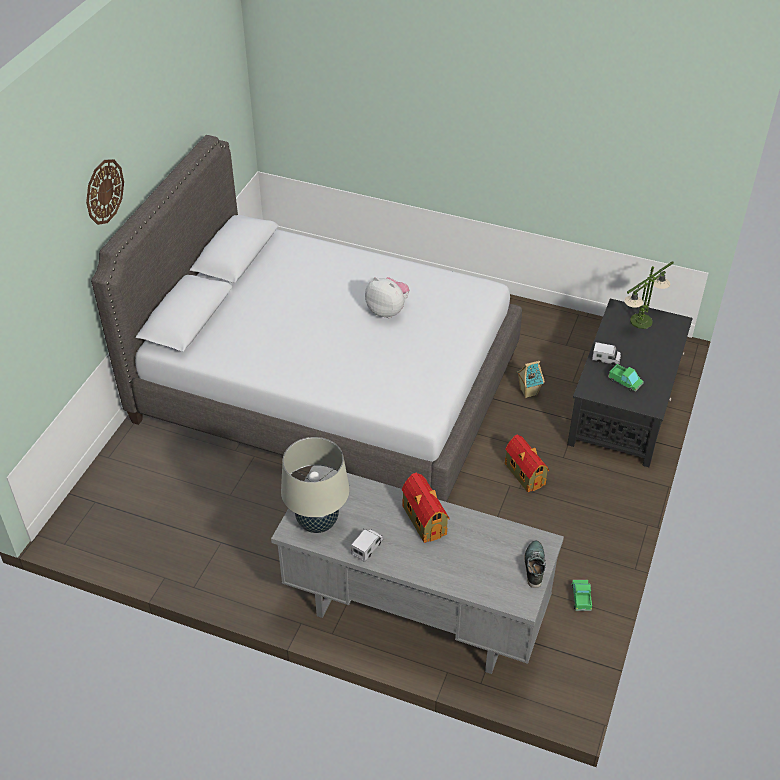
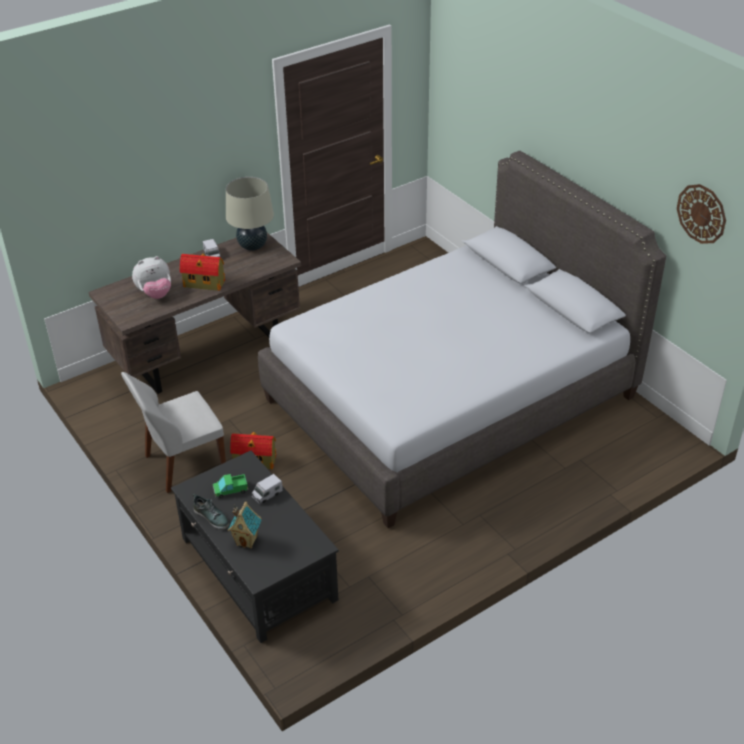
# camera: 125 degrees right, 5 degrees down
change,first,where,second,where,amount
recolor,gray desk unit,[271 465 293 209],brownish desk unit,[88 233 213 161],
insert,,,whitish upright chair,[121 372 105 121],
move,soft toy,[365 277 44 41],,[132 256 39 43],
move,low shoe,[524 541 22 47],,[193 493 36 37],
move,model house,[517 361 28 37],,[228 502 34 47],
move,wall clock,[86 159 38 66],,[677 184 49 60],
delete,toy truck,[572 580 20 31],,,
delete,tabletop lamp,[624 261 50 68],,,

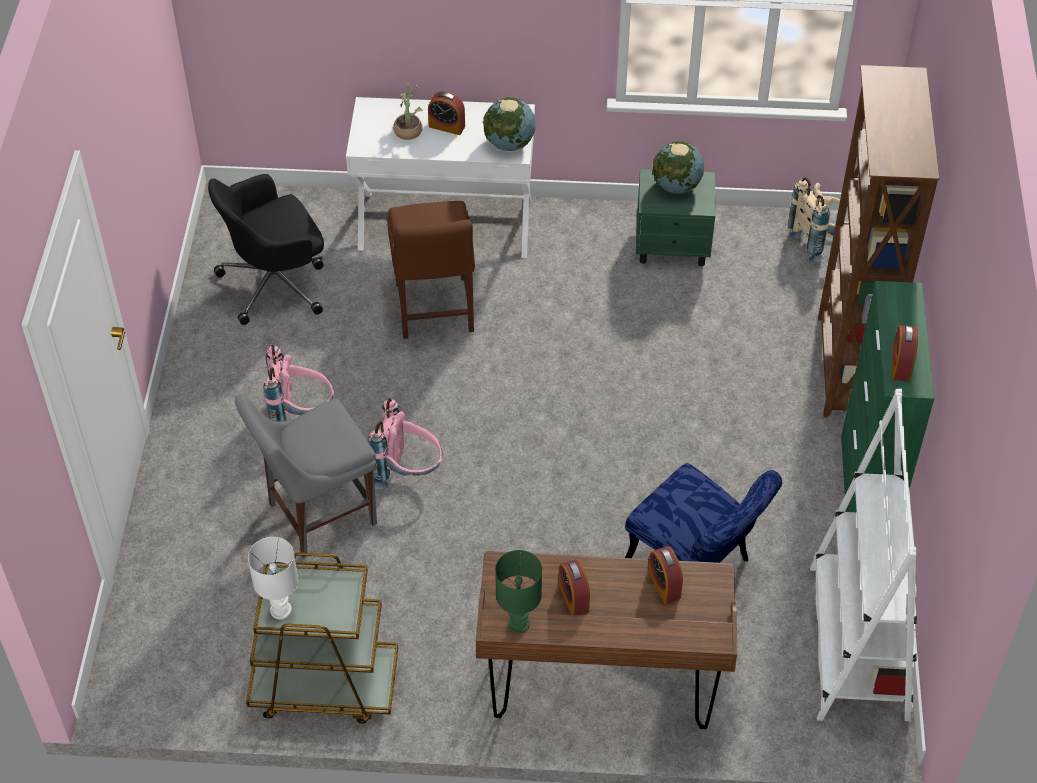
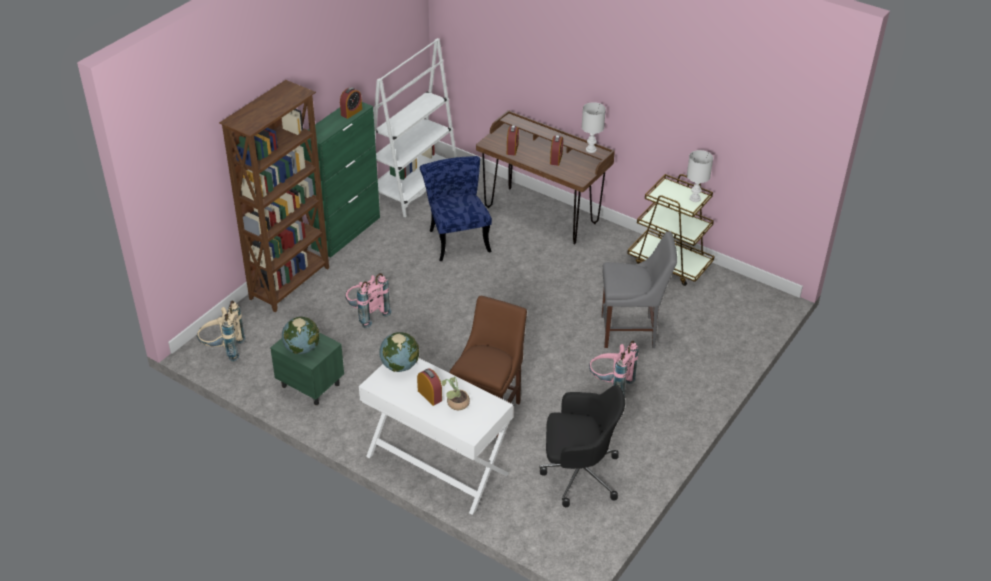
# camera: 150 degrees left, 10 degrees down
change,first,where,second,where,amount
move,pinkish knapsack,[368 398 75 91],,[345 273 47 55],
recolor,green-coloured tabletop lamp,[495 550 47 83],whitish tabletop lamp,[582 102 24 51],

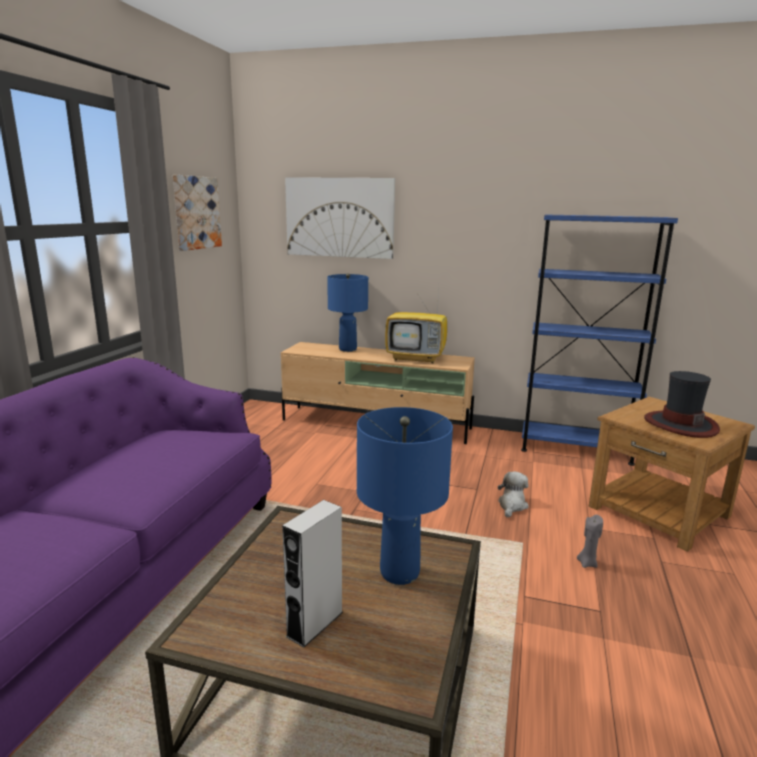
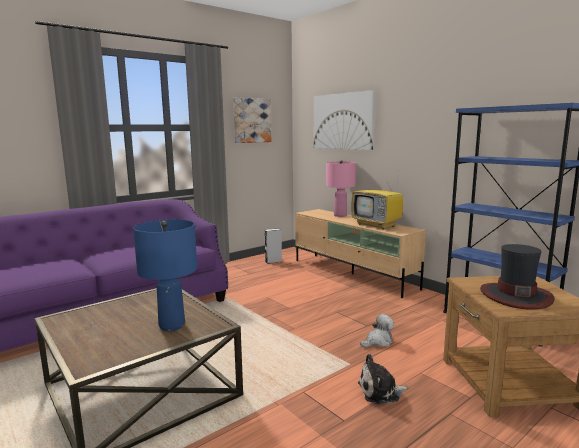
# camera: 35 degrees right, 5 degrees down
change,first,where,second,where,amount
move,gray speaker,[282 500 61 148],,[265 228 17 36],
recolor,blue-coloured tabletop lamp,[327 273 41 79],pinkish tabletop lamp,[326 160 30 57],
replace,gray candle,[577 515 26 53],soft toy,[358 354 51 50],

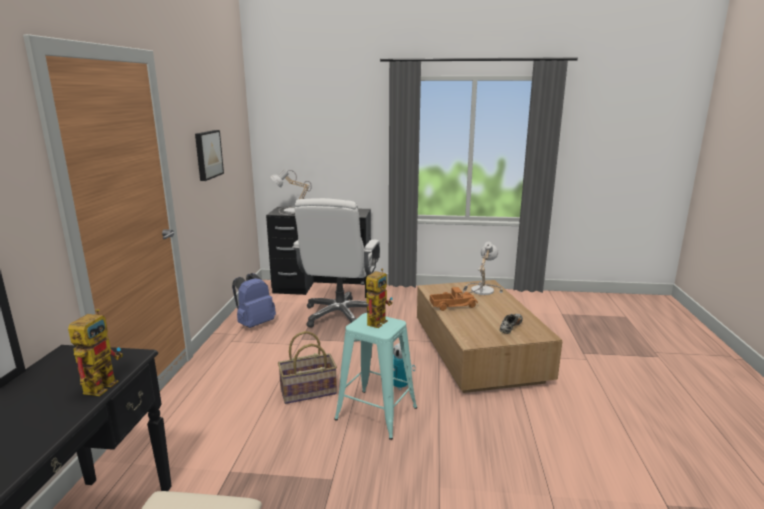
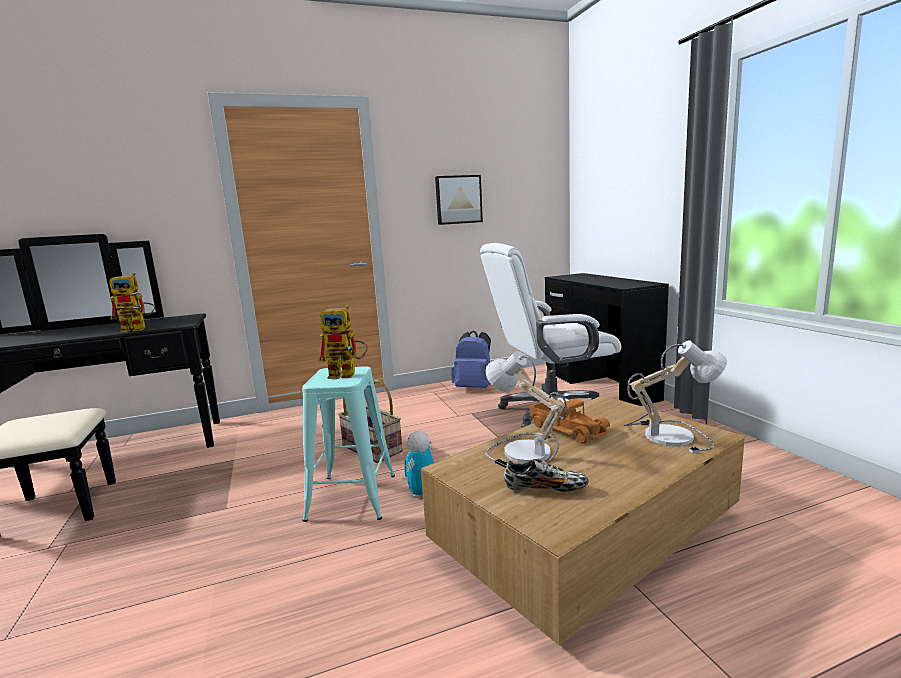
# camera: 65 degrees right, 5 degrees down
change,first,where,second,where,amount
move,tabletop lamp,[270 169 42 46],,[485 351 82 117],

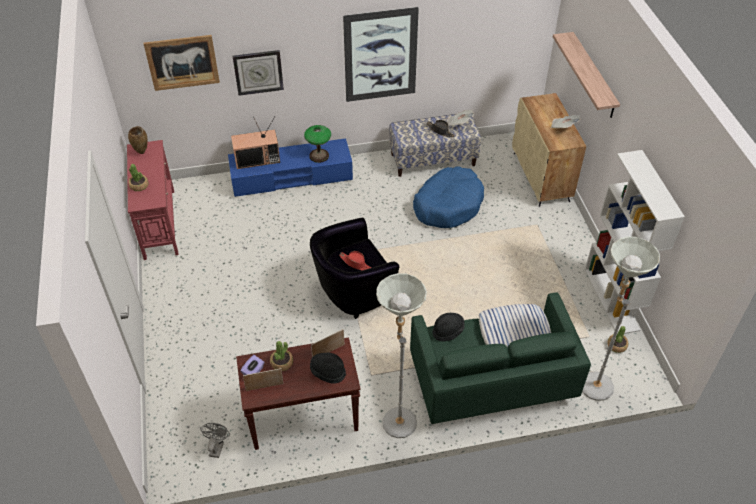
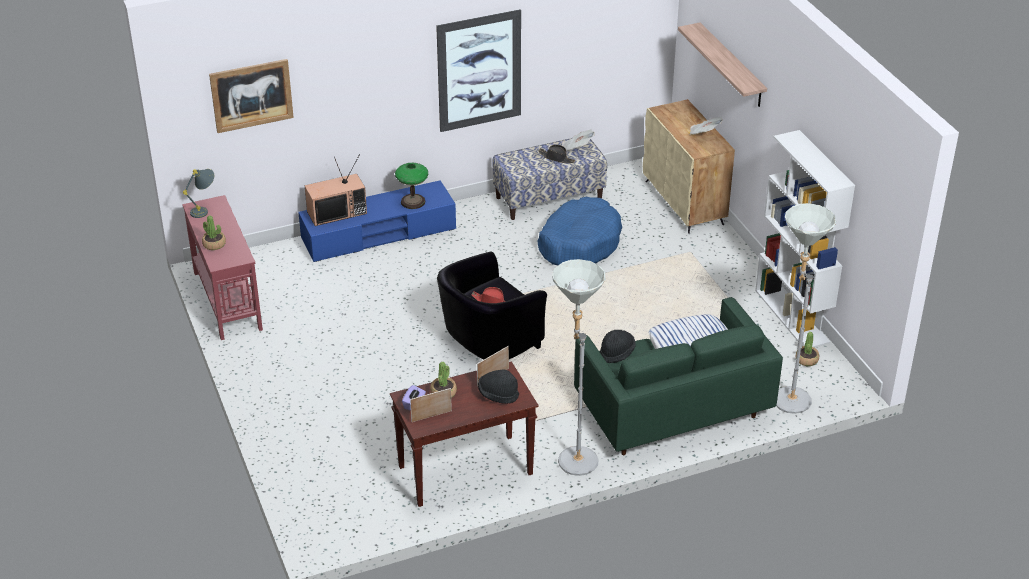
# camera: 10 degrees left, 10 degrees down
change,first,where,second,where,amount
replace,brownish flower vase,[128 126 20 28],gray tabletop lamp,[183 169 31 49],
delete,gray electric fan,[200 423 30 35],,,
delete,wall clock,[233 50 51 46],,,

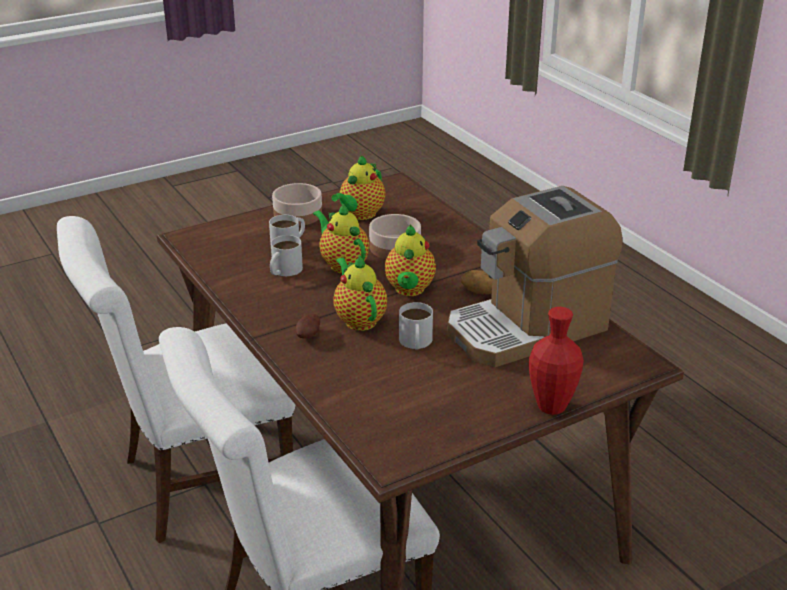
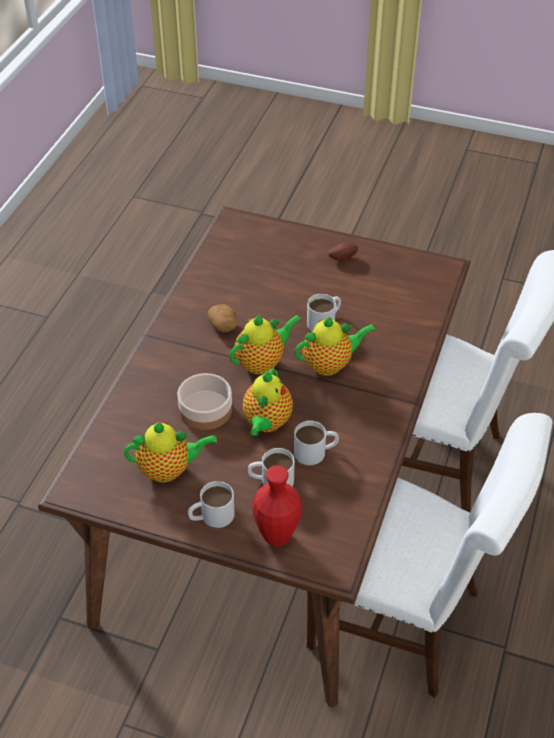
# camera: 130 degrees left, 15 degrees up
change,first,where,second,where,amount
replace,bowl,[272 183 50 43],whitish tea mug,[188 481 47 47],
move,red-coloured flower vase,[529 307 55 108],,[253 465 49 81],
rotate,tea pot,[333 255 54 76],,[295 316 81 60],135 degrees counterclockwise
move,potato,[296 314 24 25],,[328 243 30 18],
delete,coffee machine,[447 186 176 181],,,

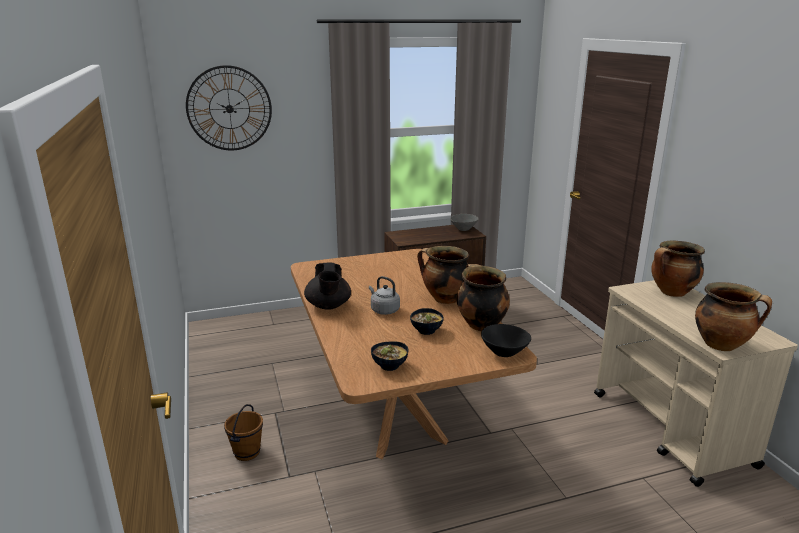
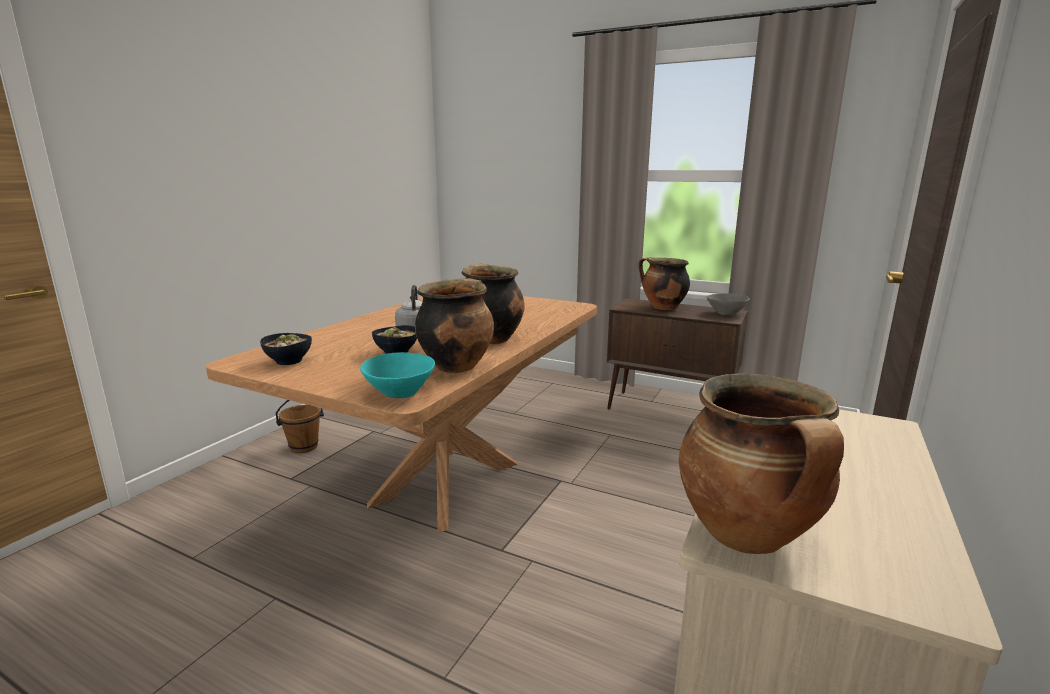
# camera: 45 degrees right, 5 degrees down
change,first,where,second,where,amount
recolor,black bowl,[481 324 50 33],blue-green bowl,[360 352 75 46],
move,saucepot,[651 241 54 56],,[638 257 52 53],
delete,wall clock,[186 65 86 85],,,
delete,black tea pot,[304 263 47 47],,,

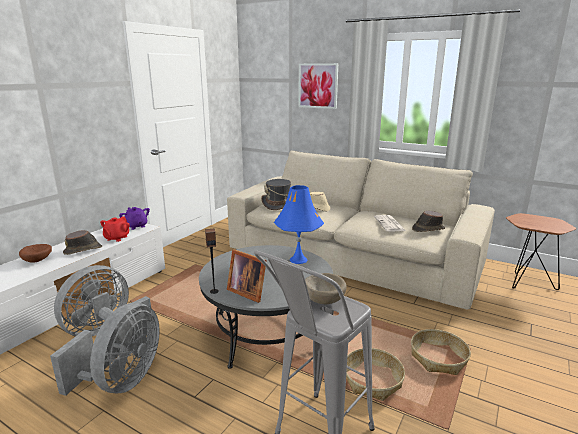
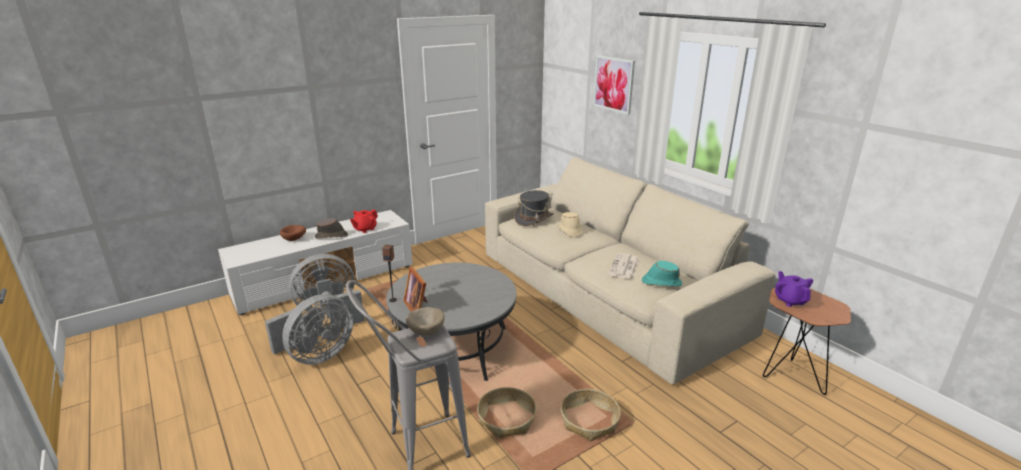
# camera: 25 degrees right, 5 degrees up
change,first,where,second,where,amount
recolor,brownish hat,[412 211 33 21],blue-green hat,[642 261 40 26],
move,purple-coloured tea pot,[119 207 31 23],,[775 271 38 36],
delete,blue-coloured tabletop lamp,[274 185 50 79],,,

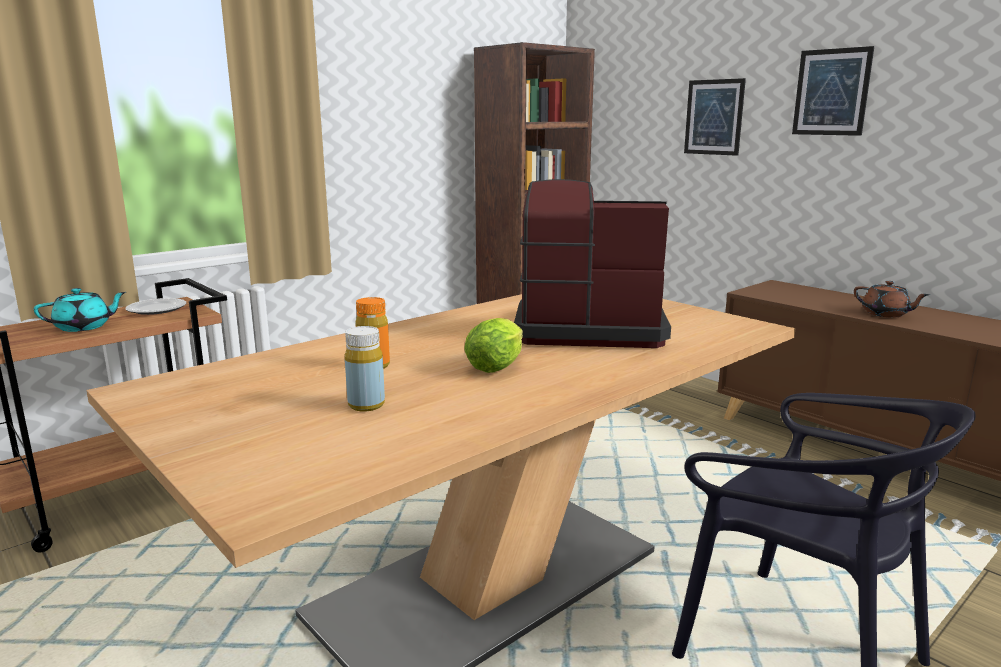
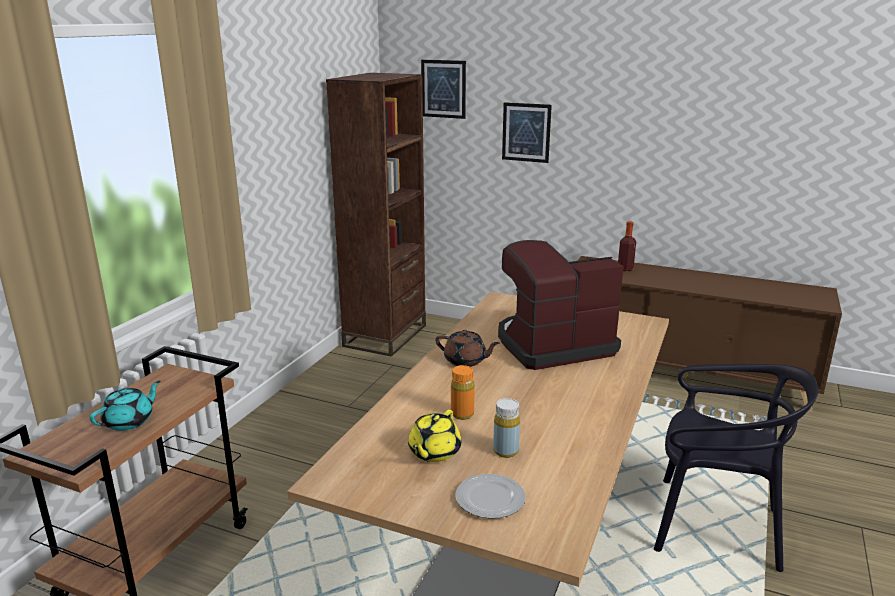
# camera: 25 degrees left, 5 degrees up
change,first,where,second,where,amount
insert,,,yellow tea pot,[408 410 53 52],
move,wall picture,[792 46 82 90],,[421 60 45 59],
move,brownish tea pot,[854 281 76 37],,[435 330 65 37],
move,dinner plate,[126 298 60 17],,[455 474 71 45],
insert,,,bottle,[618 221 18 50],
delete,lettuce head,[464 318 59 55],,,

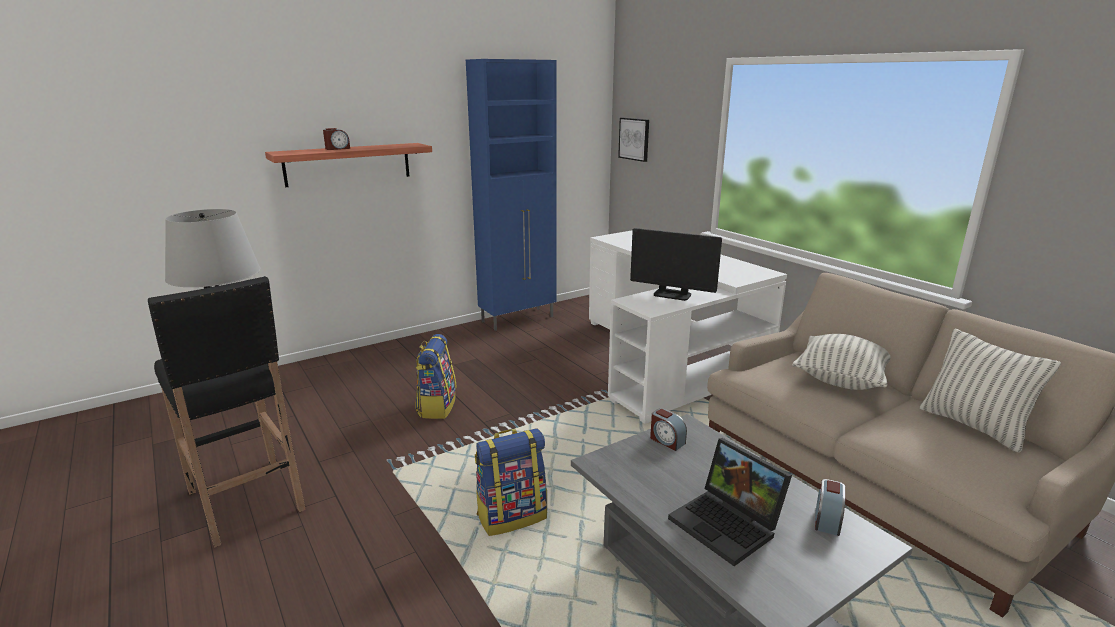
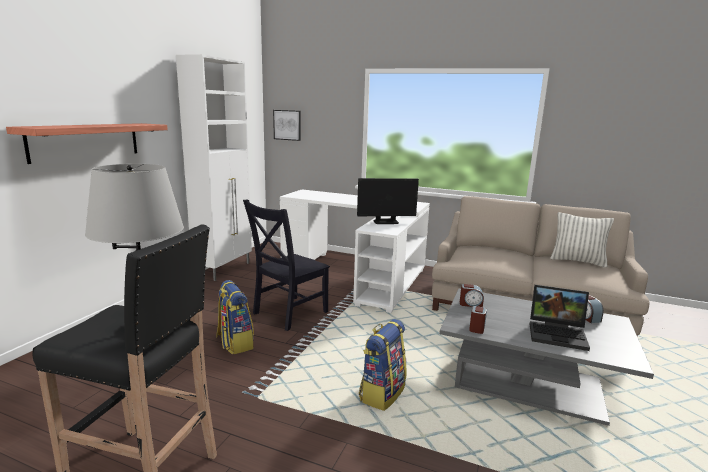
# camera: 35 degrees left, 5 degrees down
change,first,where,second,where,amount
recolor,blue-coloured cupboard,[466 59 91 272],whitish cupboard,[176 54 76 227],
insert,,,black upright chair,[243 199 87 132],
move,alarm clock,[323 128 27 22],,[469 306 18 28],
delete,cushion,[792 334 99 56],,,

